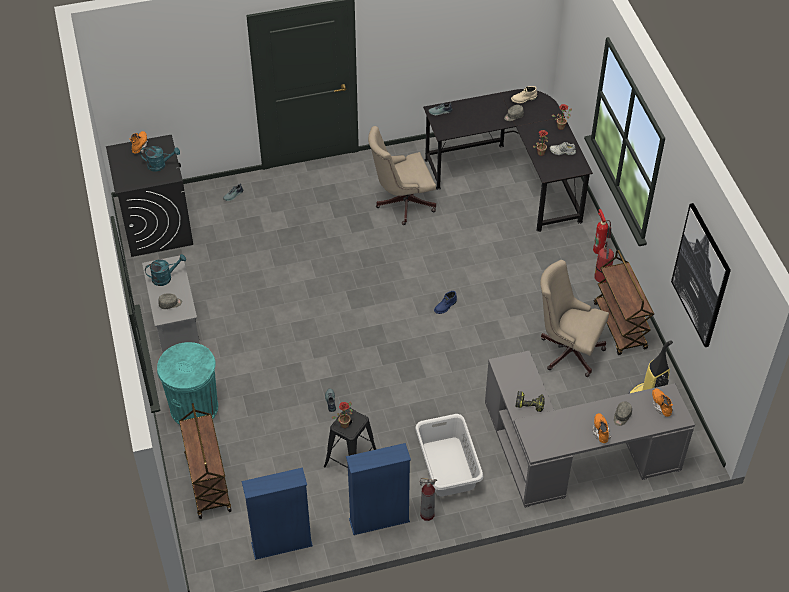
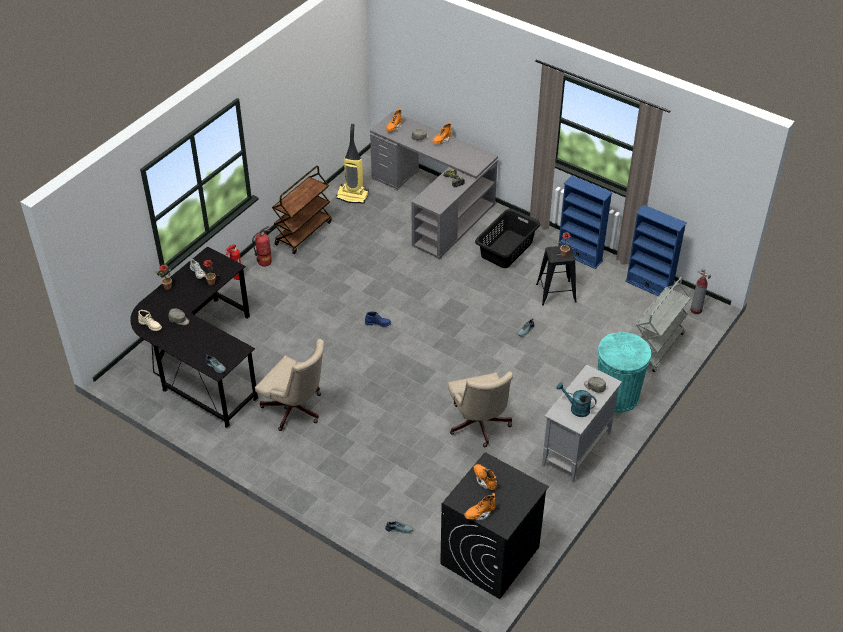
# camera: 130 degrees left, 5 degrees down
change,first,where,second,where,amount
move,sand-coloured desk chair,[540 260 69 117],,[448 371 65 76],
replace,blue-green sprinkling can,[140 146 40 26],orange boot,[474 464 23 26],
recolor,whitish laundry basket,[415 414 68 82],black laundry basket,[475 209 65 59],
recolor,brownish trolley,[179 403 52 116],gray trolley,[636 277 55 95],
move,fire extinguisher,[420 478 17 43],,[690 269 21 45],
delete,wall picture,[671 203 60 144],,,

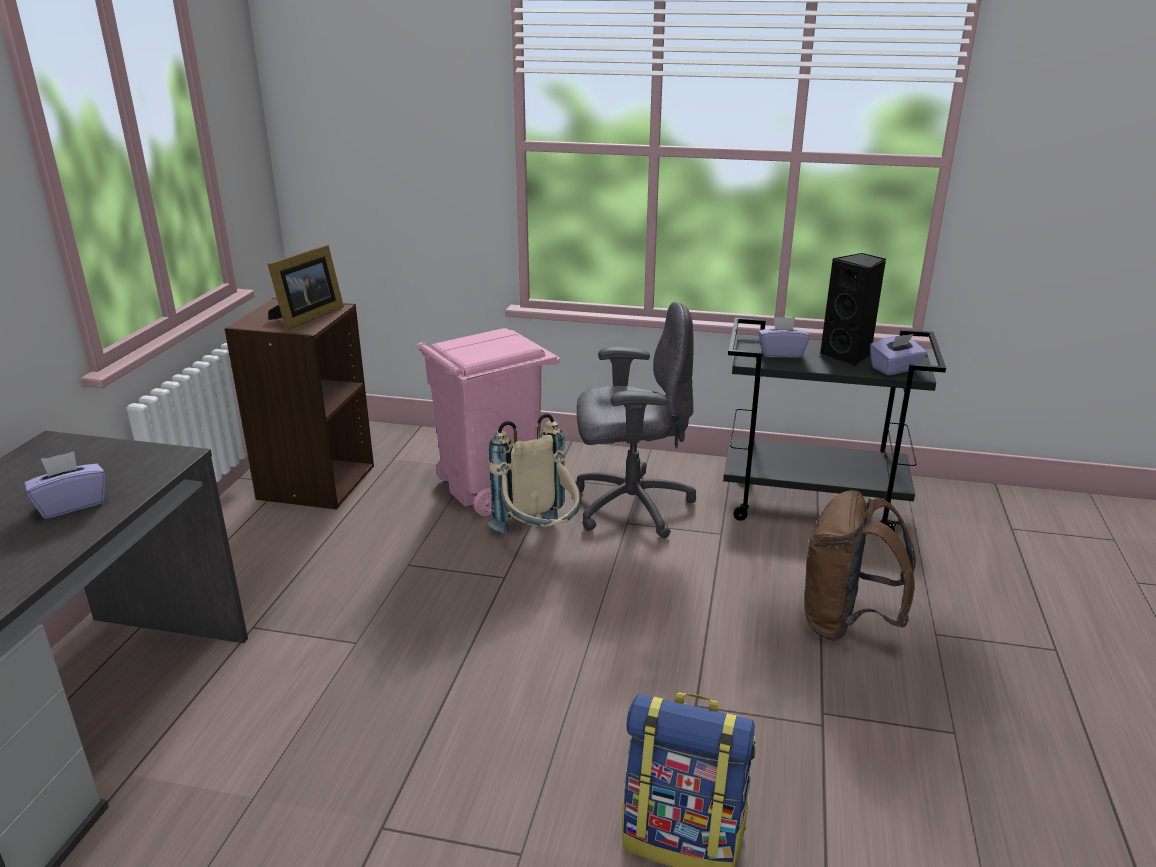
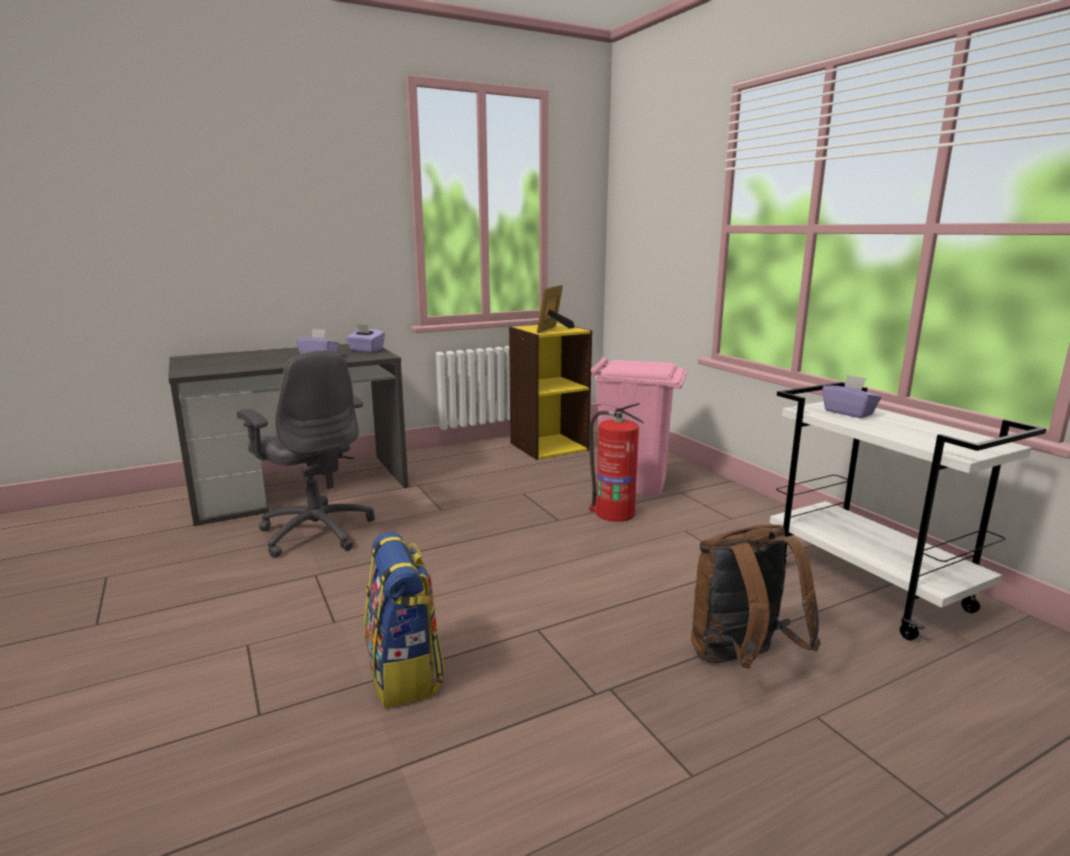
# camera: 50 degrees right, 10 degrees down
change,first,where,second,where,amount
move,gray desk chair,[575 301 121 237],,[237 350 138 208],
move,purple-coloured tissue box,[870 334 57 41],,[346 324 39 28],
recolor,brownish bookshelf,[224 298 150 212],yellow bookshelf,[509 323 83 137],
rotate,standing frame,[268 245 76 85],,[537 285 37 48],120 degrees clockwise
replace,sand-coloured knapsack,[488 414 93 119],fire extinguisher,[589 403 55 119],
recolor,black trolley,[723 317 223 215],whitish trolley,[770 382 276 258],
delete,black speaker,[820 253 66 114],,,

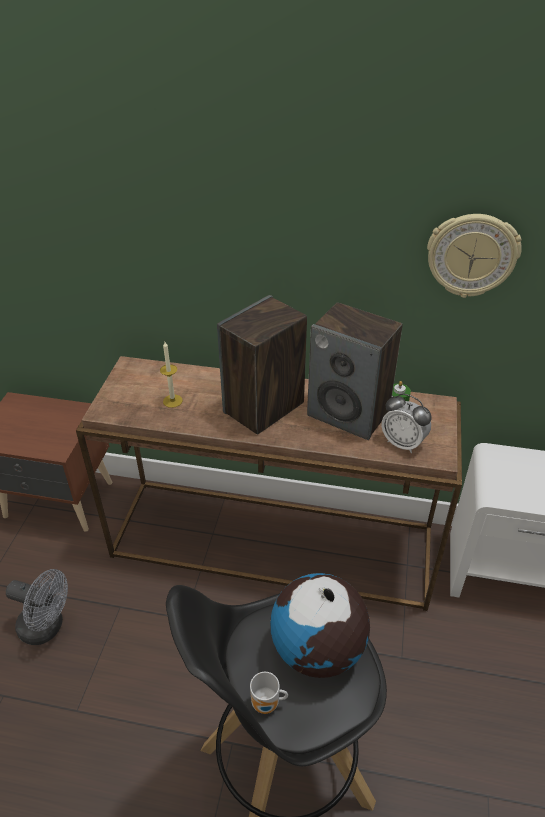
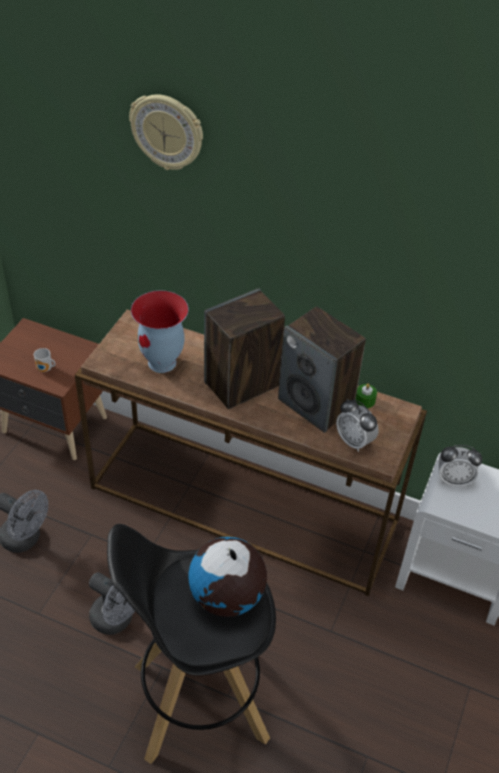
# camera: 10 degrees right, 5 degrees up
change,first,where,second,where,amount
move,tea mug,[250 672 38 42],,[34 348 21 24],
insert,,,gray electric fan,[89 572 46 63],
move,wall clock,[427 214 95 84],,[129 94 74 76],
replace,candle,[160 342 23 66],flower vase,[131 291 57 82],
insert,,,alarm clock,[439 445 43 42],

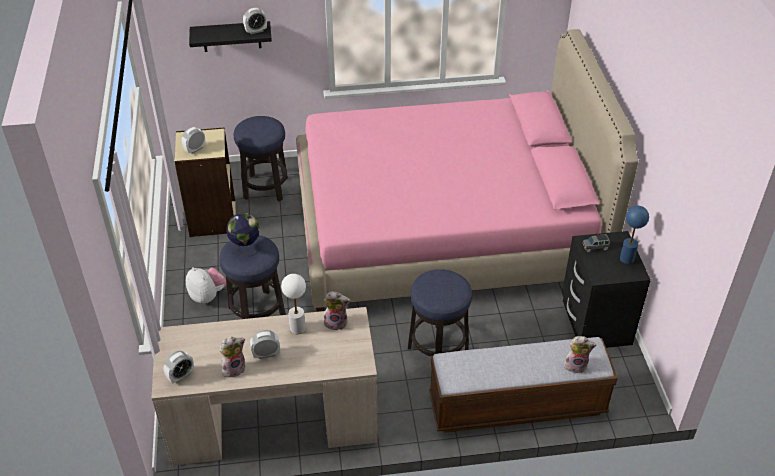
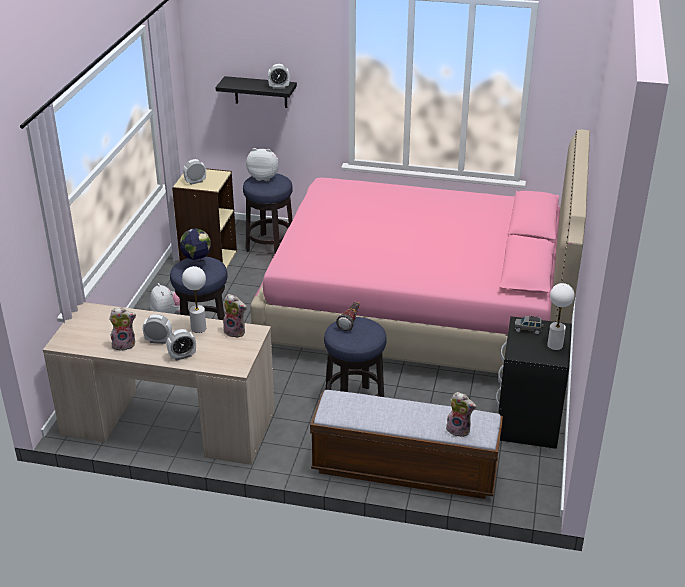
# camera: 20 degrees right, 10 degrees down
change,first,where,second,where,amount
move,alarm clock,[163 351 31 33],,[166 329 30 32],
insert,,,soft toy,[246 148 33 33],
insert,,,torch,[336 302 24 29],
recolor,blue-coloured tabletop lamp,[620 206 29 58],whitish tabletop lamp,[547 283 28 67],

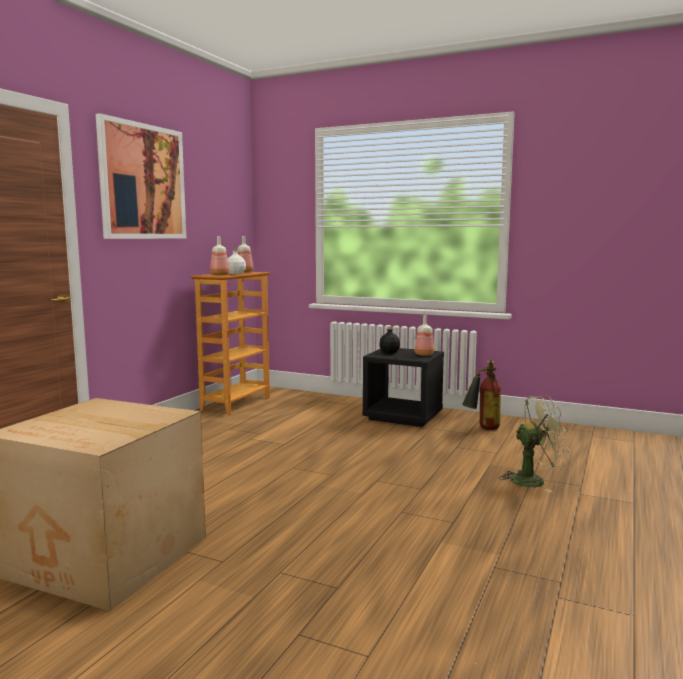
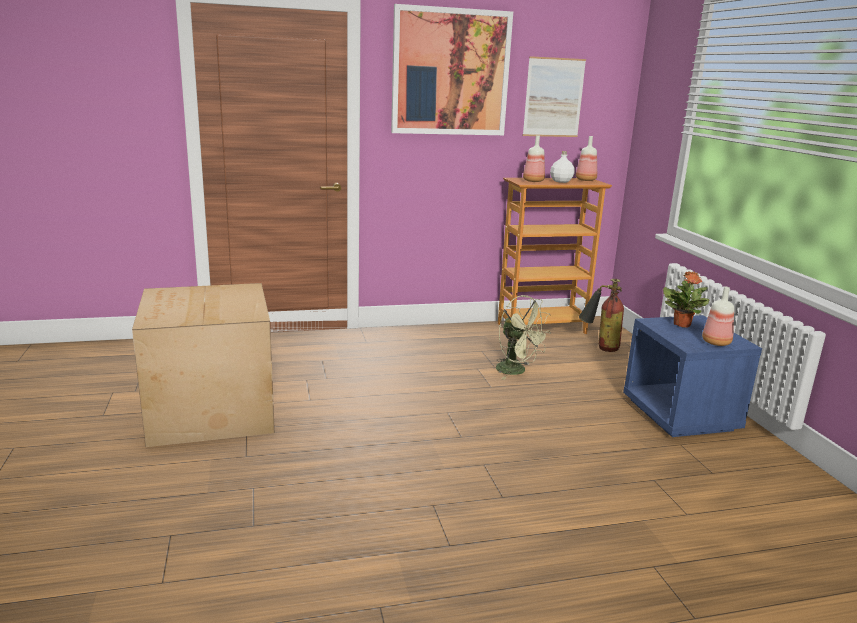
# camera: 50 degrees right, 10 degrees up
change,first,where,second,where,amount
move,green-coloured electric fan,[500 395 70 97],,[496 295 55 85],
insert,,,wall picture,[523 56 63 81],
move,fire extinguisher,[462 360 39 70],,[579 279 45 73],
recolor,black night table,[363 348 81 79],blue-coloured night table,[623 315 139 122],
replace,black bottle,[379 326 21 28],houseplant,[663 271 46 57],

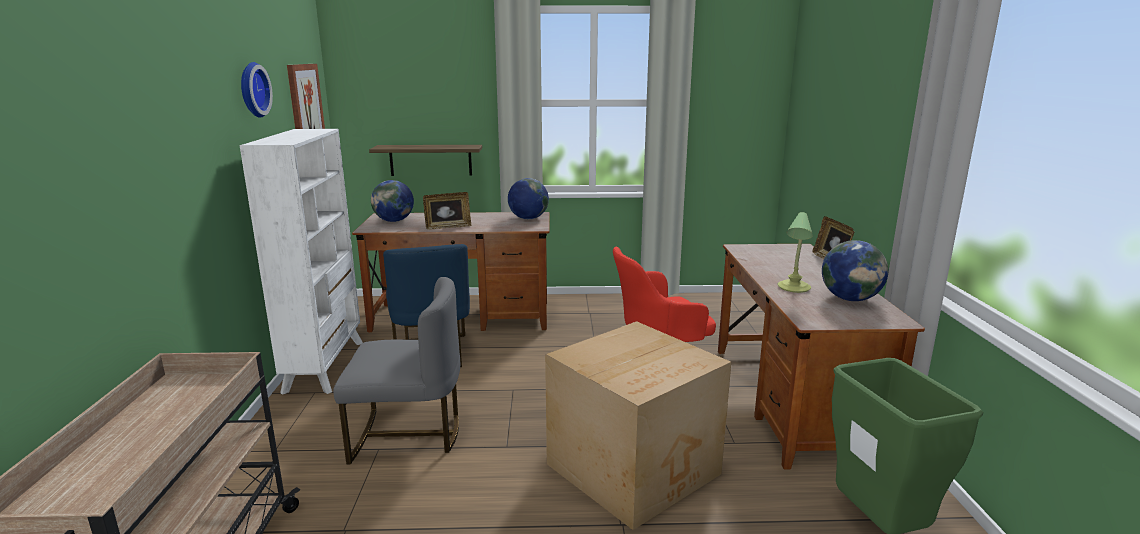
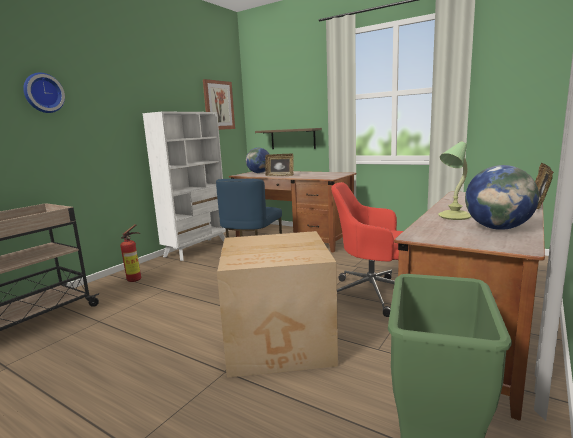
# camera: 35 degrees right, 5 degrees down
change,first,where,second,where,amount
move,wall clock,[241 62 32 56],,[23 72 42 41],
insert,,,fire extinguisher,[120 224 21 58],
delete,gray upright chair,[333 277 127 187],,,
delete,world globe,[508 178 41 41],,,

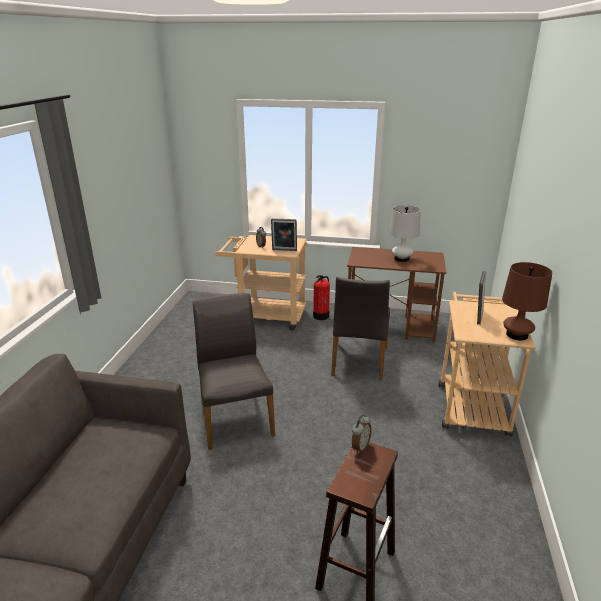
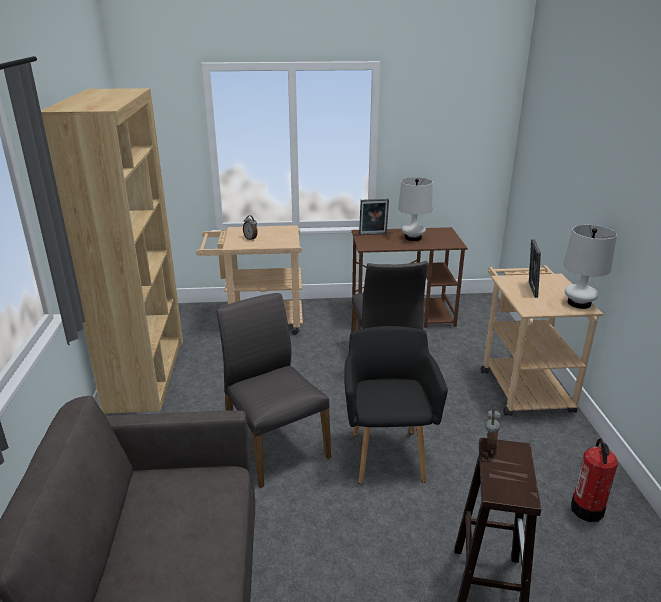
# camera: 15 degrees left, 0 degrees up
change,first,where,second,where,amount
insert,,,brownish bookshelf,[41 88 142 326],
insert,,,black lounge chair,[344 326 104 158],
move,standing frame,[271 218 26 33],,[359 199 30 36],
recolor,brownish tabletop lamp,[502 262 50 78],whitish tabletop lamp,[563 225 54 84],
move,fire extinguisher,[313 275 17 45],,[571 438 47 84],

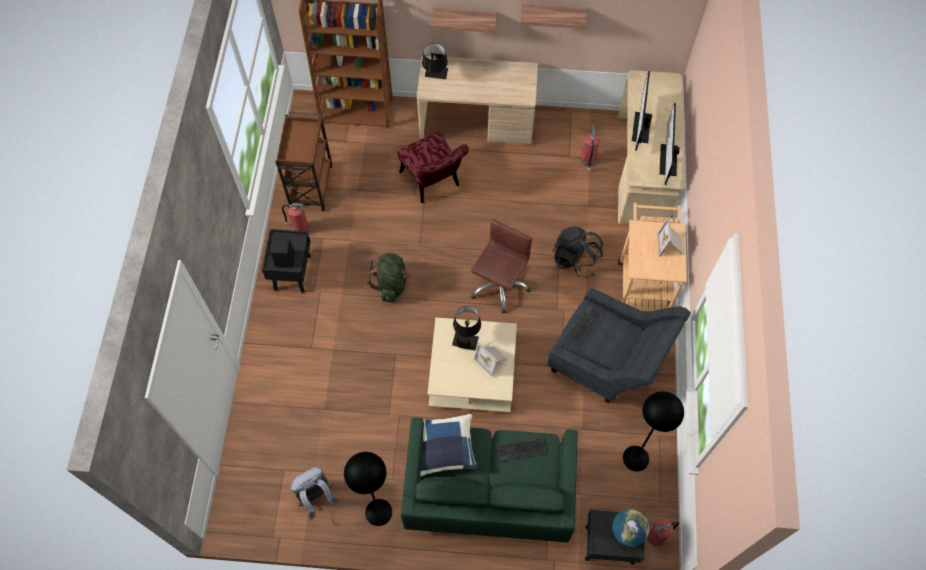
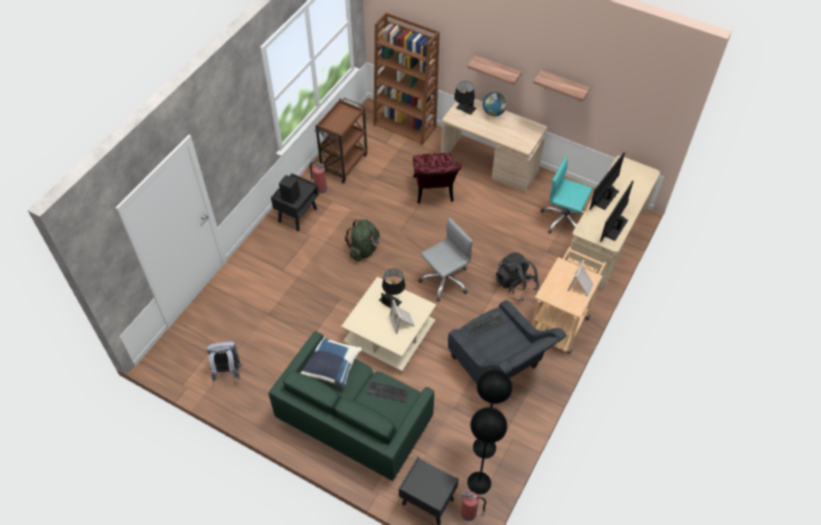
# camera: 25 degrees right, 10 degrees down
change,first,where,second,where,amount
recolor,brownish desk chair,[470 219 63 94],gray desk chair,[419 217 54 85],
move,black standing lamp,[344 452 48 74],,[467 407 40 88],
move,world globe,[612 509 37 38],,[483 92 24 24],
replace,fire extinguisher,[580 125 20 46],blue-green desk chair,[541 157 52 77],

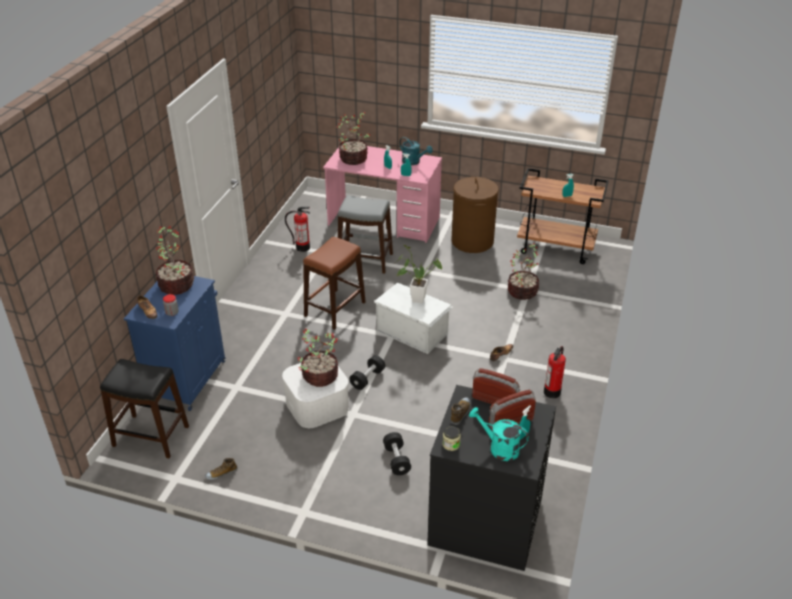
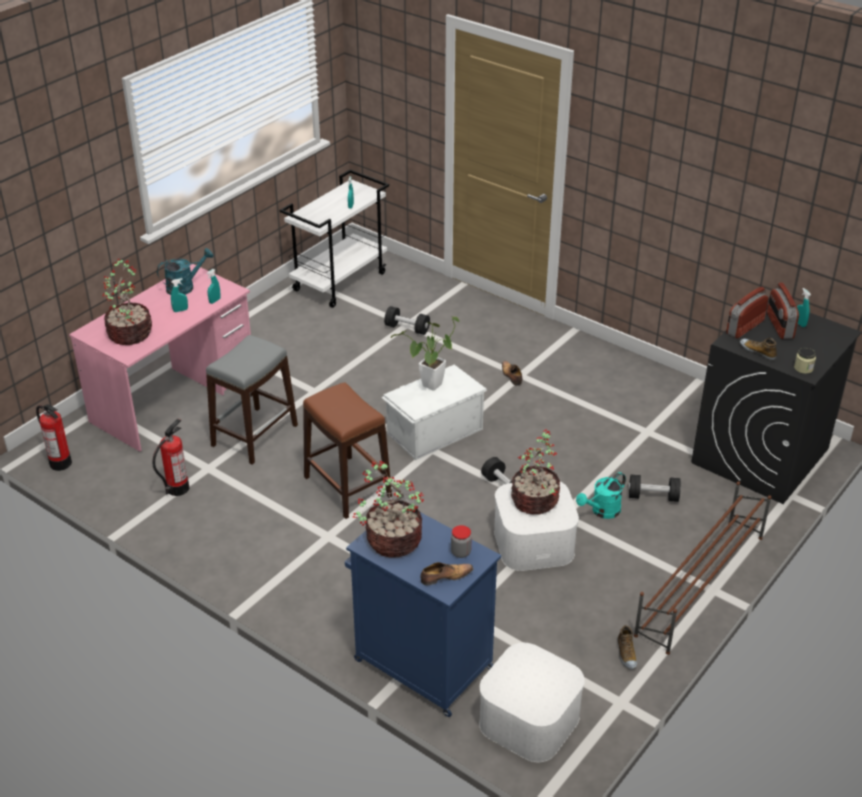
# camera: 70 degrees left, 0 degrees up
change,first,where,second,where,amount
move,fire extinguisher,[544 346 22 52],,[36 404 36 67],
recolor,brownish trolley,[517 168 92 96],whitish trolley,[280 169 109 139],
replace,houseplant,[508 243 31 57],black dumbbell,[384 306 46 29],
replace,black sitting stool,[100 359 89 99],whitish storage box,[479 643 106 119],
move,blue-green sprinkling can,[469 407 60 54],,[576 472 50 47],
insert,,,brownish shoe shelf,[634 481 137 174],
delete,brownish laundry basket,[452 176 47 77],,,

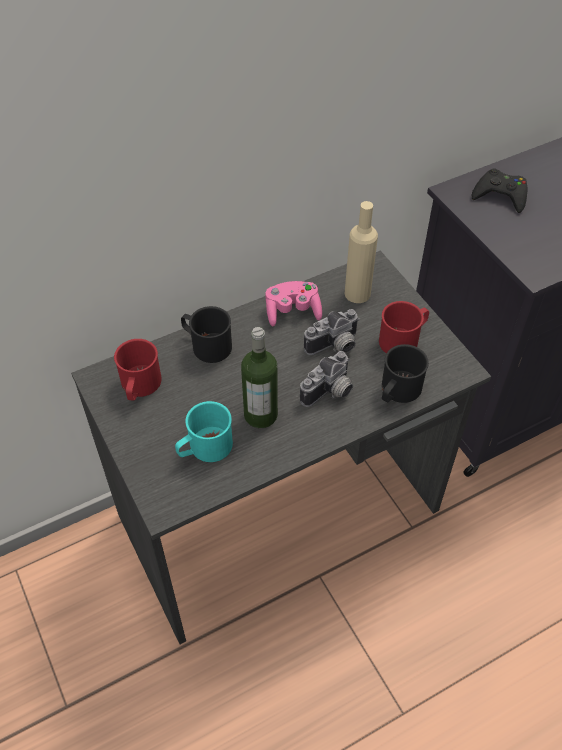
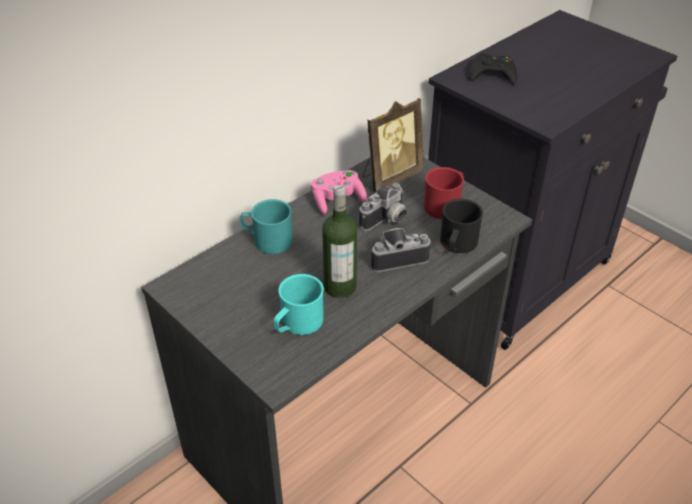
# camera: 15 degrees left, 10 degrees down
change,first,where,second,where,amount
recolor,black tea mug,[181 306 51 57],blue-green tea mug,[240 199 53 55],
replace,sand-coloured bottle,[345 201 33 102],standing frame,[362 98 62 94],
rotate,still camera,[300 351 53 56],,[369 228 61 44],135 degrees counterclockwise
delete,red-coloured tea mug,[114 339 48 62],,,

